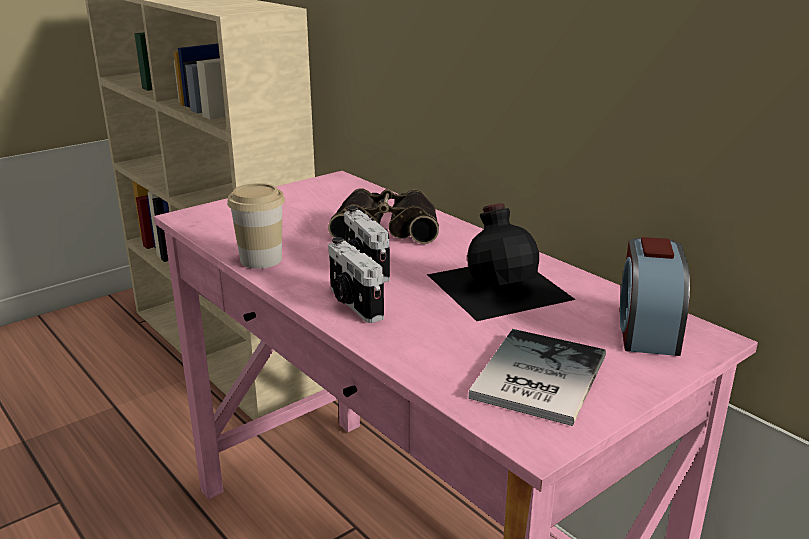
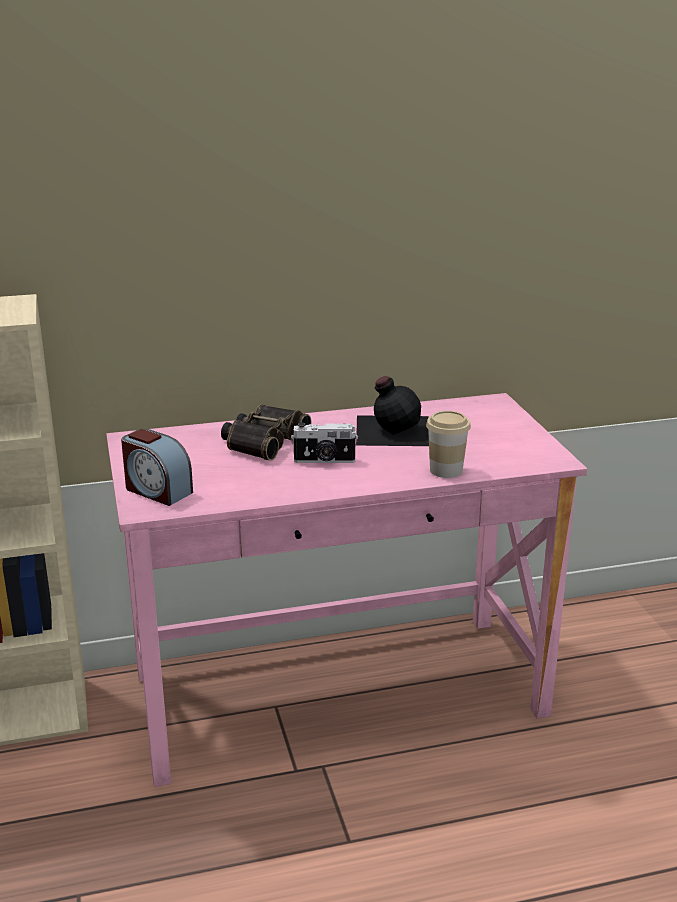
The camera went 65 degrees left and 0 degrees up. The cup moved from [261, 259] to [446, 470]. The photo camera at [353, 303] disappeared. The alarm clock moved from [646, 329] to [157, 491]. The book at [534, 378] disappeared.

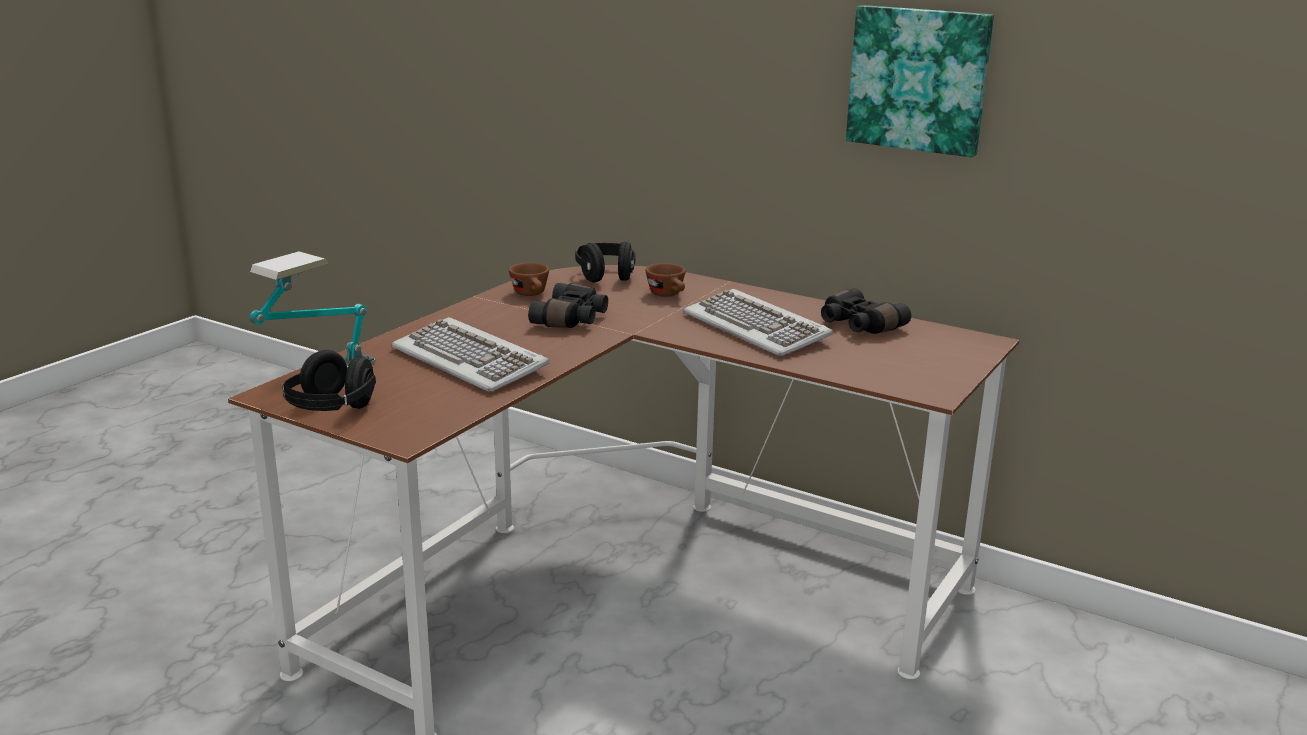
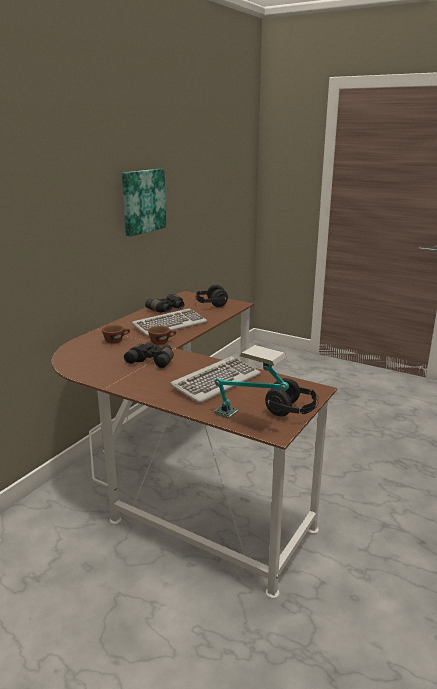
The camera went 90 degrees left and 0 degrees up. The black headphones moved from [606, 276] to [211, 305]. The brown cup moved from [532, 294] to [162, 342].

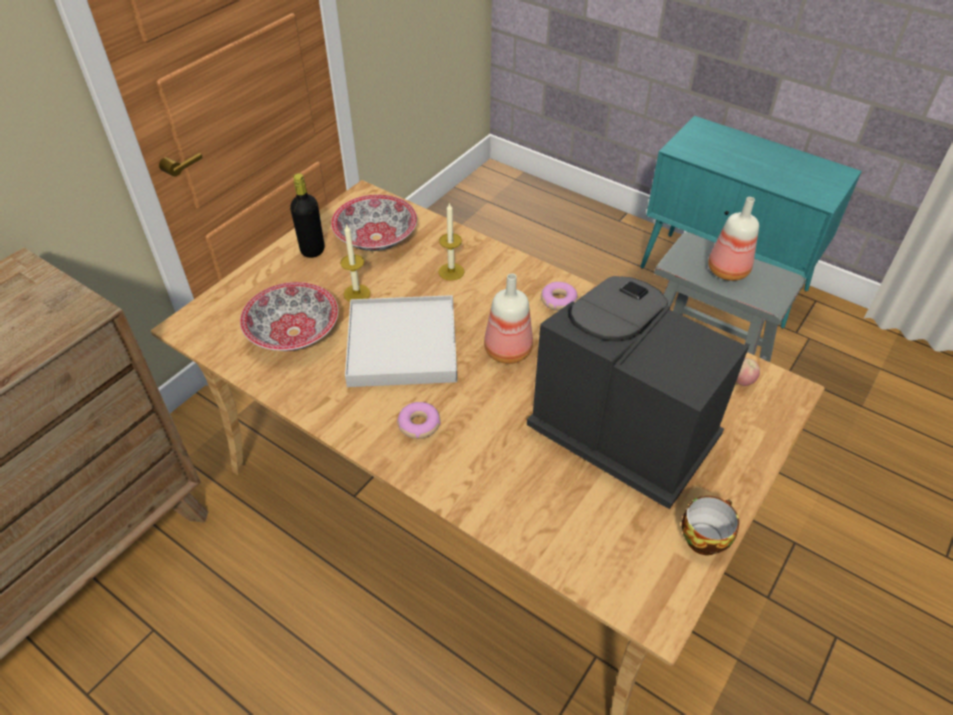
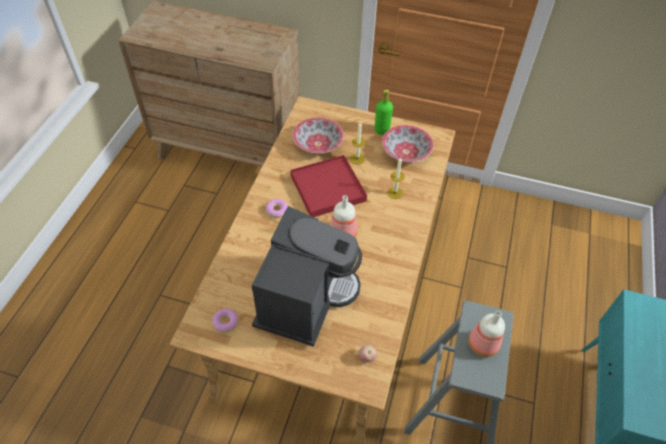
The camera went 70 degrees right and 5 degrees up. The black bottle at [312, 250] became the green bottle at [381, 130]. The donut moved from [558, 301] to [225, 322]. The white tray at [402, 345] became the red tray at [328, 188]. The cup at [704, 536] disappeared.

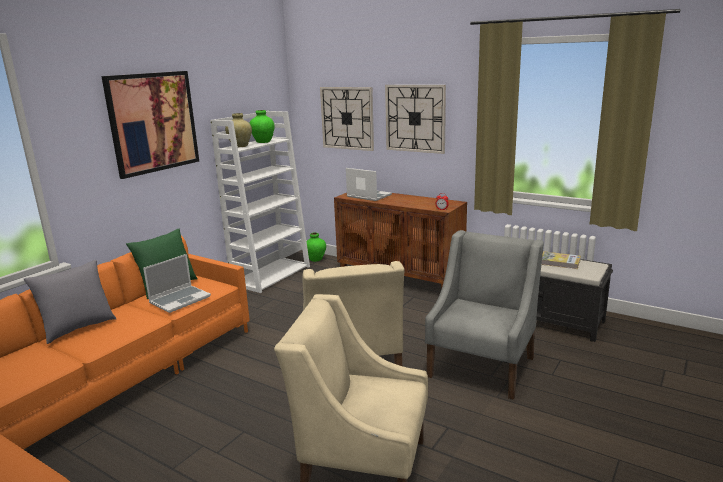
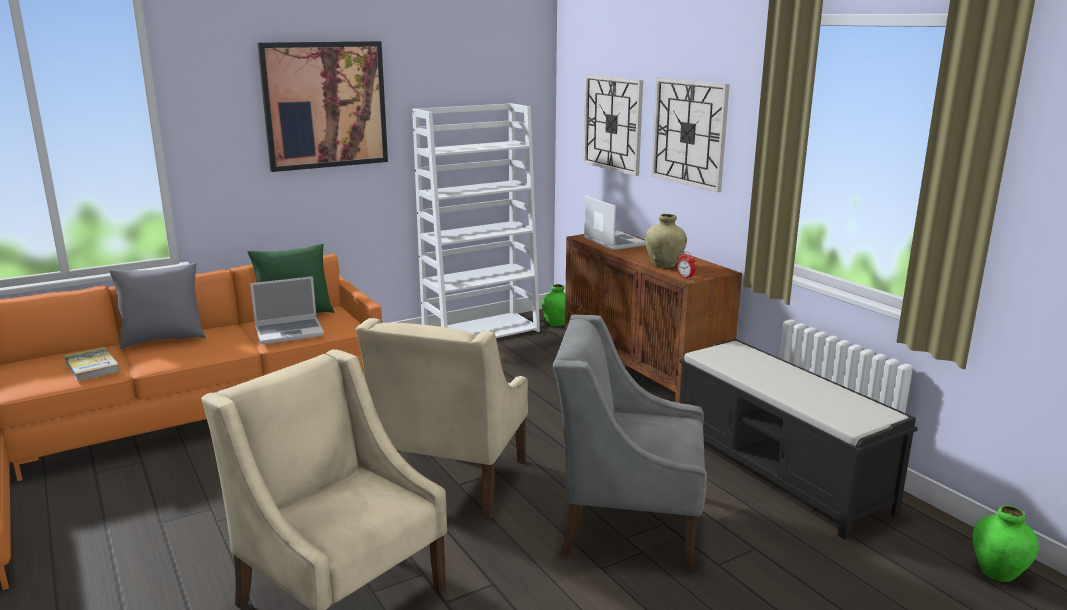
The camera went 25 degrees right and 0 degrees up. The green vase moved from [263, 142] to [997, 572]. The beige vase moved from [240, 146] to [664, 265]. The grey armchair at [482, 366] turned 135 degrees counterclockwise. The book moved from [558, 262] to [92, 367].

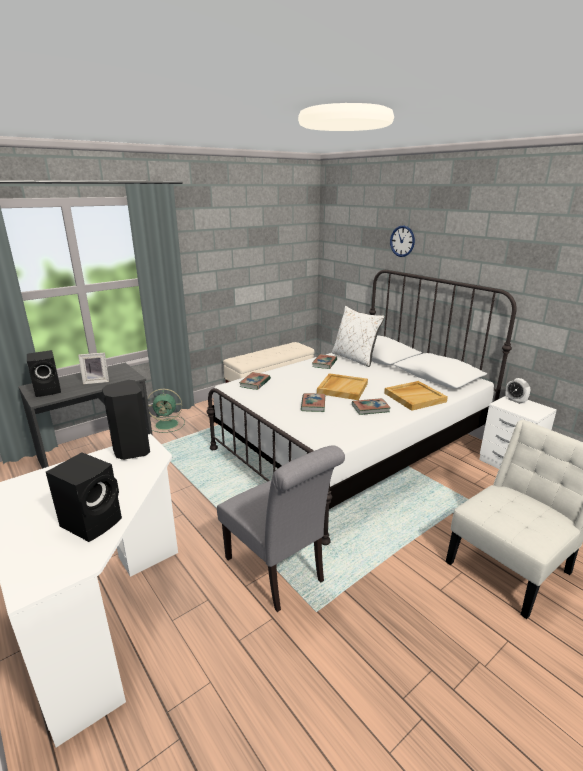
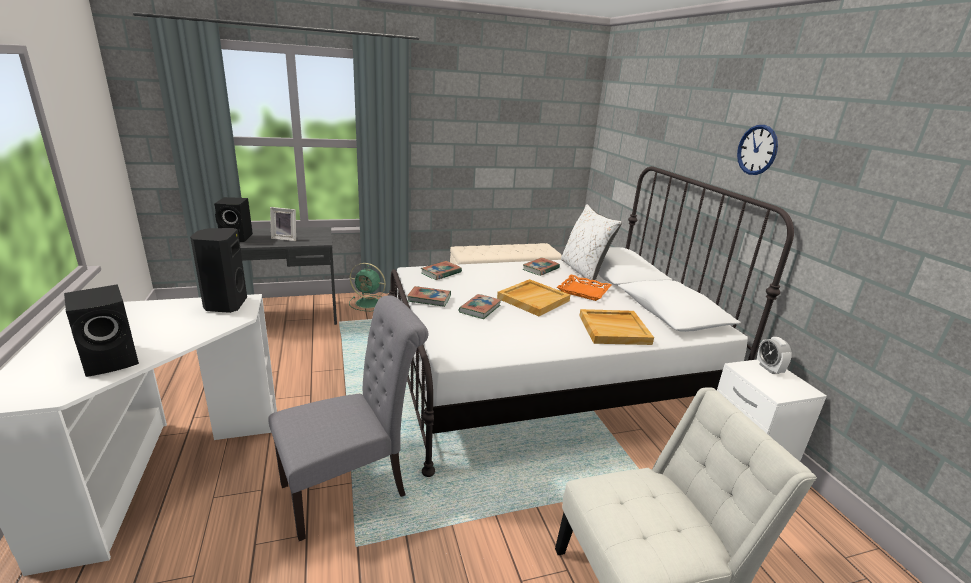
The camera went 20 degrees right and 0 degrees up. The wall clock moved from [402, 241] to [757, 150]. The book moved from [370, 408] to [429, 299]. The grey chair at [278, 572] turned 105 degrees counterclockwise. The orange tray at [584, 291] appeared.

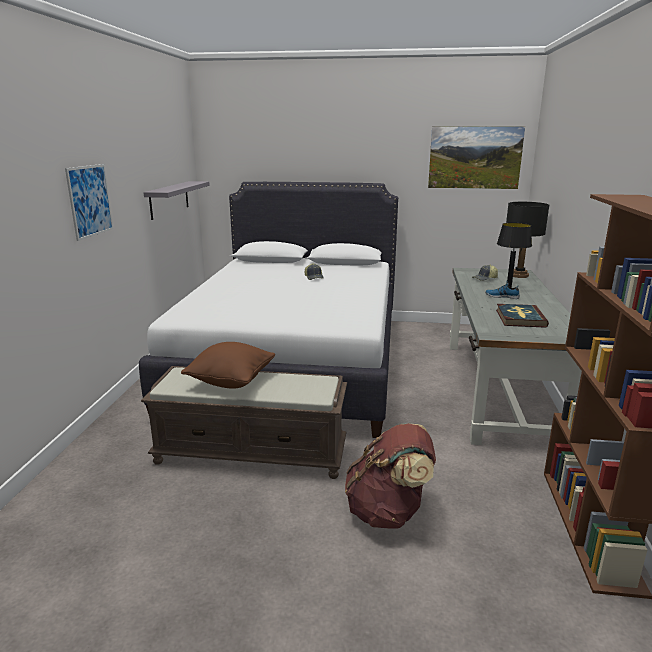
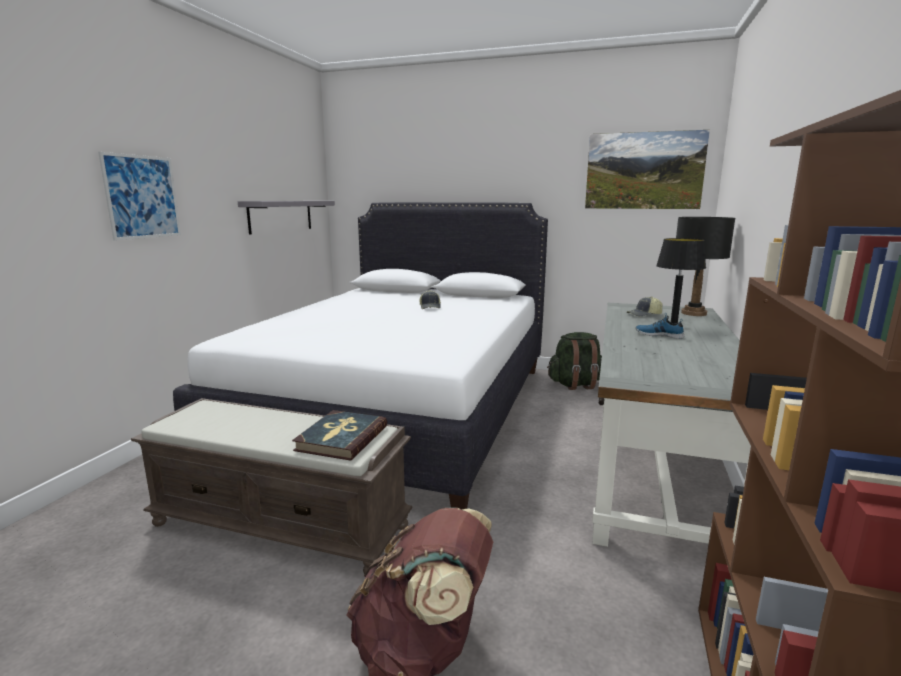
The camera went 10 degrees right and 5 degrees down. The book moved from [520, 318] to [341, 438]. The brown pillow at [231, 381] disappeared. The green backpack at [576, 385] appeared.

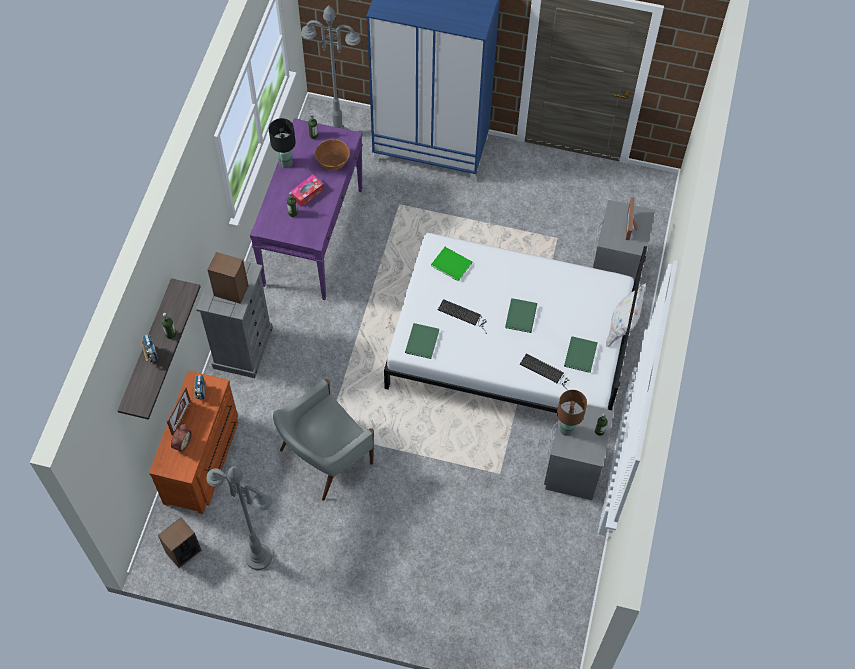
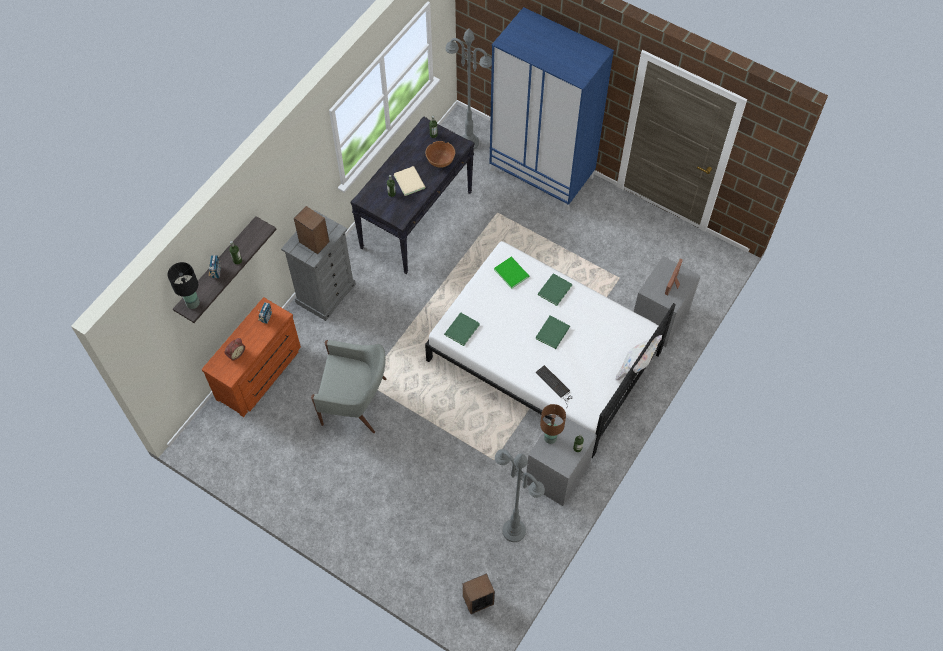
The camera went 20 degrees right and 0 degrees up. The purple console table at [313, 236] became the black console table at [416, 219]. The black table lamp moved from [286, 163] to [192, 303]. The tissue box at [307, 193] was replaced by the beige book at [409, 180]. The keyboard at [463, 315] disappeared. The green book moved from [579, 356] to [553, 290]. The grey armchair at [324, 458] turned 150 degrees counterclockwise. The picture frame at [181, 418] disappeared. The grey floor lamp moved from [258, 557] to [513, 530]. The speaker moved from [183, 551] to [478, 600].

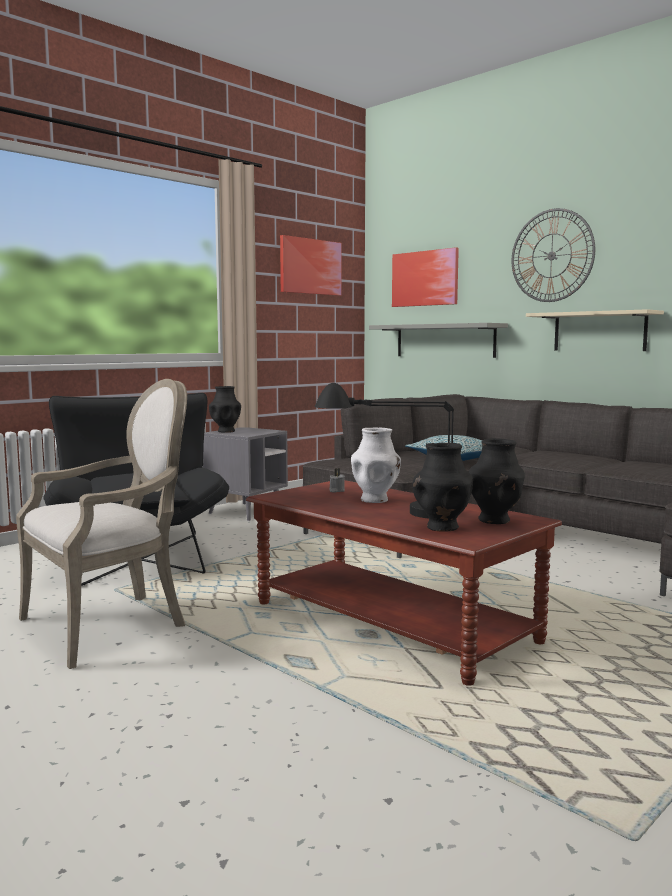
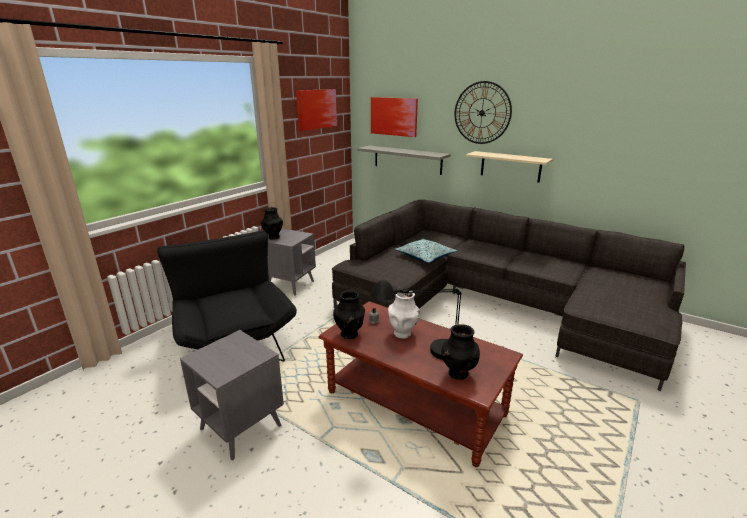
The camera went 10 degrees left and 15 degrees up. The armchair at [112, 624] was replaced by the grey side table at [241, 427]. The black vase moved from [495, 520] to [349, 334].

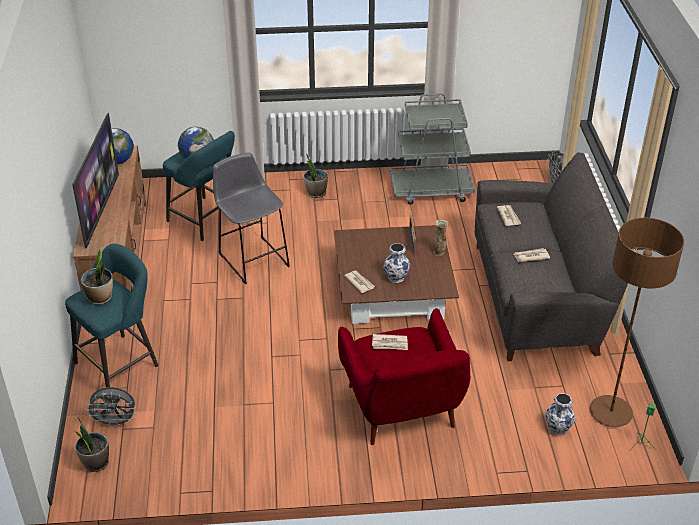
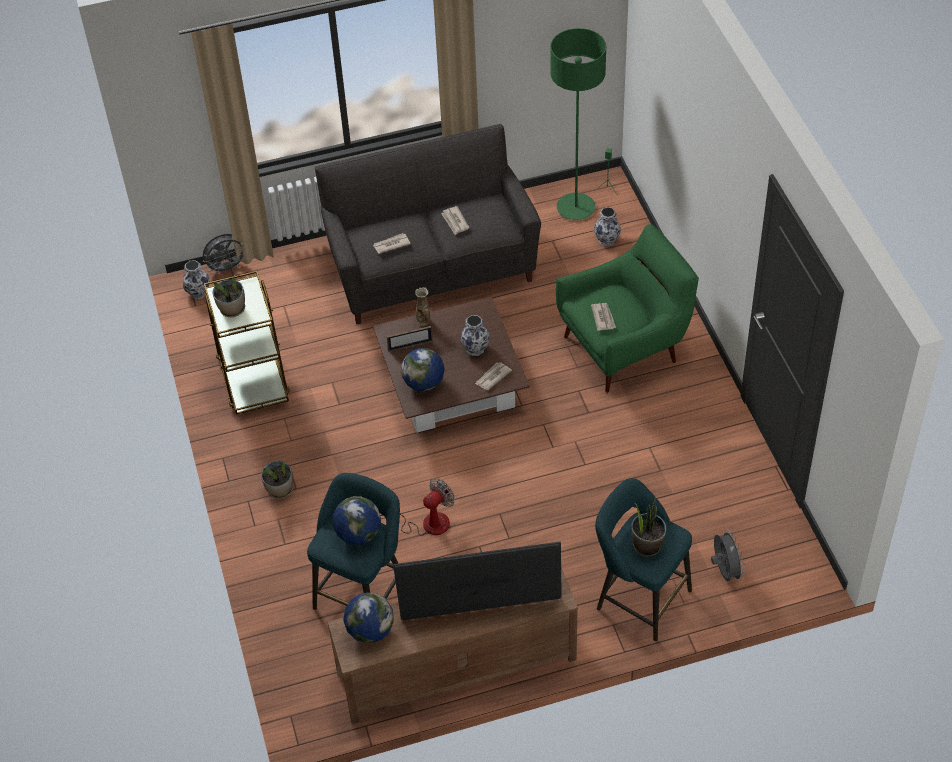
The camera went 100 degrees left and 10 degrees up. The grey cart at [431, 190] became the brown cart at [253, 378]. The grey stool at [252, 258] was replaced by the fan at [426, 523]. The brown floor lamp at [610, 412] became the green floor lamp at [576, 208]. The red armchair at [402, 411] became the green armchair at [625, 347]. The potted plant moved from [95, 463] to [232, 309]. The vase at [198, 292] appeared. The globe at [424, 383] appeared.

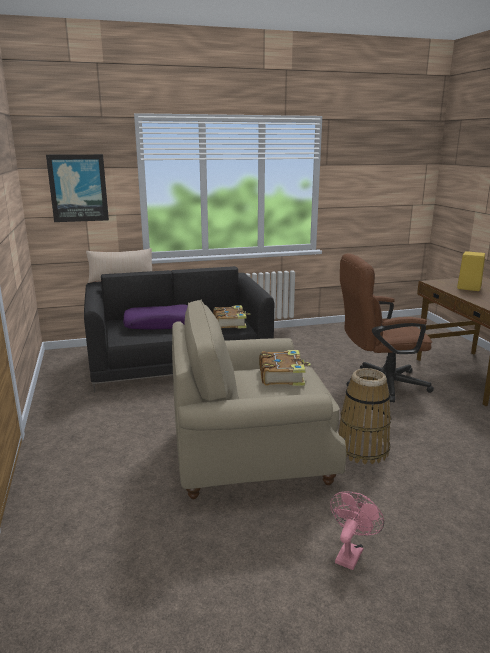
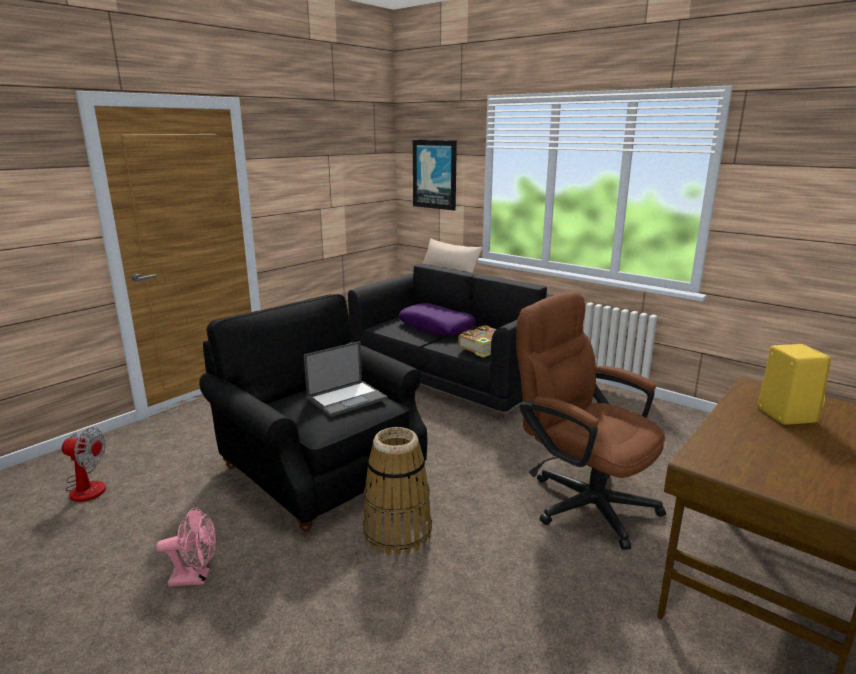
The camera went 55 degrees right and 0 degrees up. The beige armchair at [250, 456] became the black armchair at [320, 470]. The book at [282, 375] was replaced by the laptop at [347, 398]. The fan at [87, 486] appeared.

